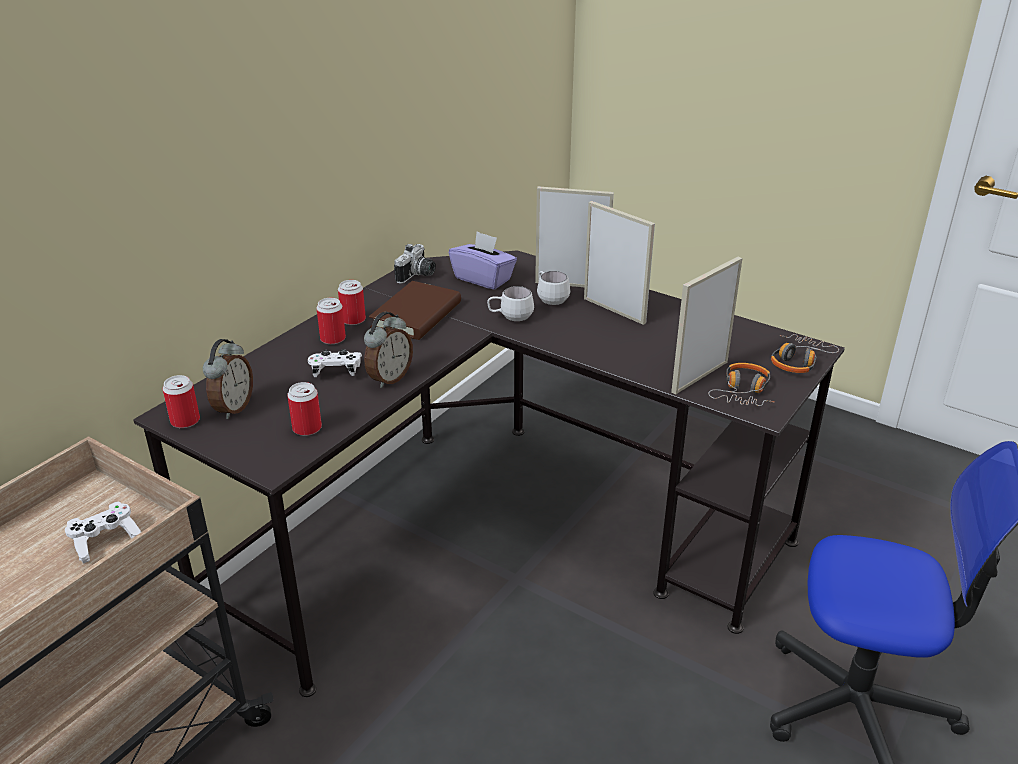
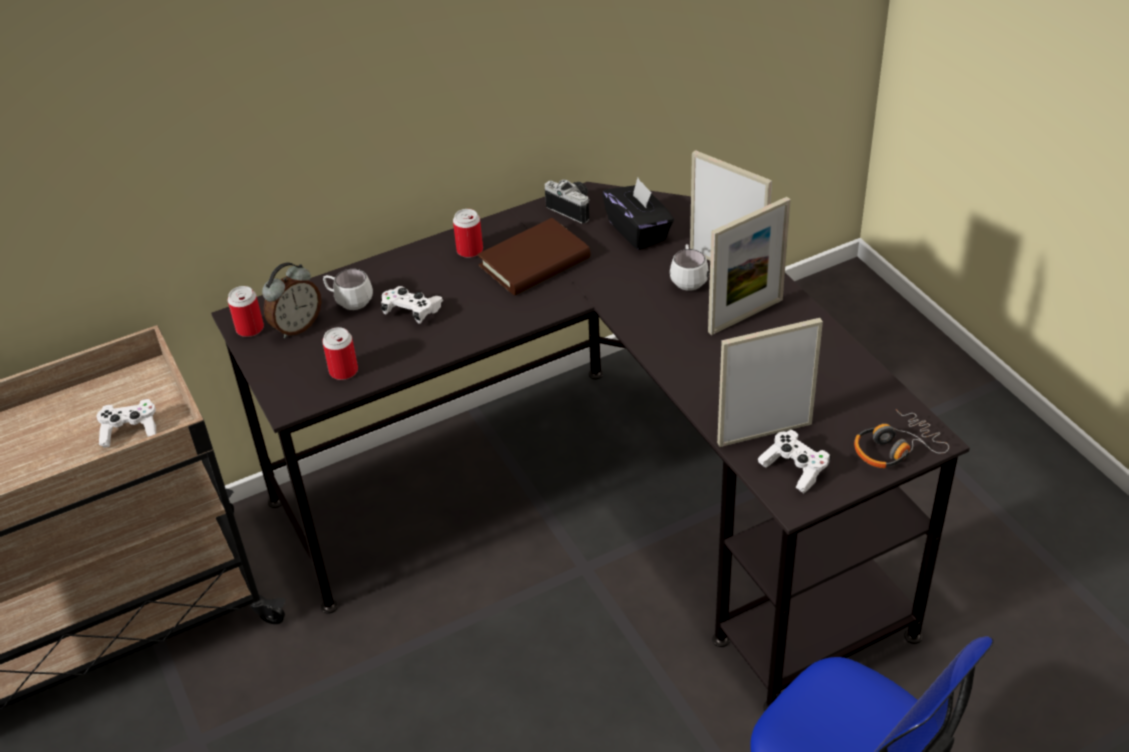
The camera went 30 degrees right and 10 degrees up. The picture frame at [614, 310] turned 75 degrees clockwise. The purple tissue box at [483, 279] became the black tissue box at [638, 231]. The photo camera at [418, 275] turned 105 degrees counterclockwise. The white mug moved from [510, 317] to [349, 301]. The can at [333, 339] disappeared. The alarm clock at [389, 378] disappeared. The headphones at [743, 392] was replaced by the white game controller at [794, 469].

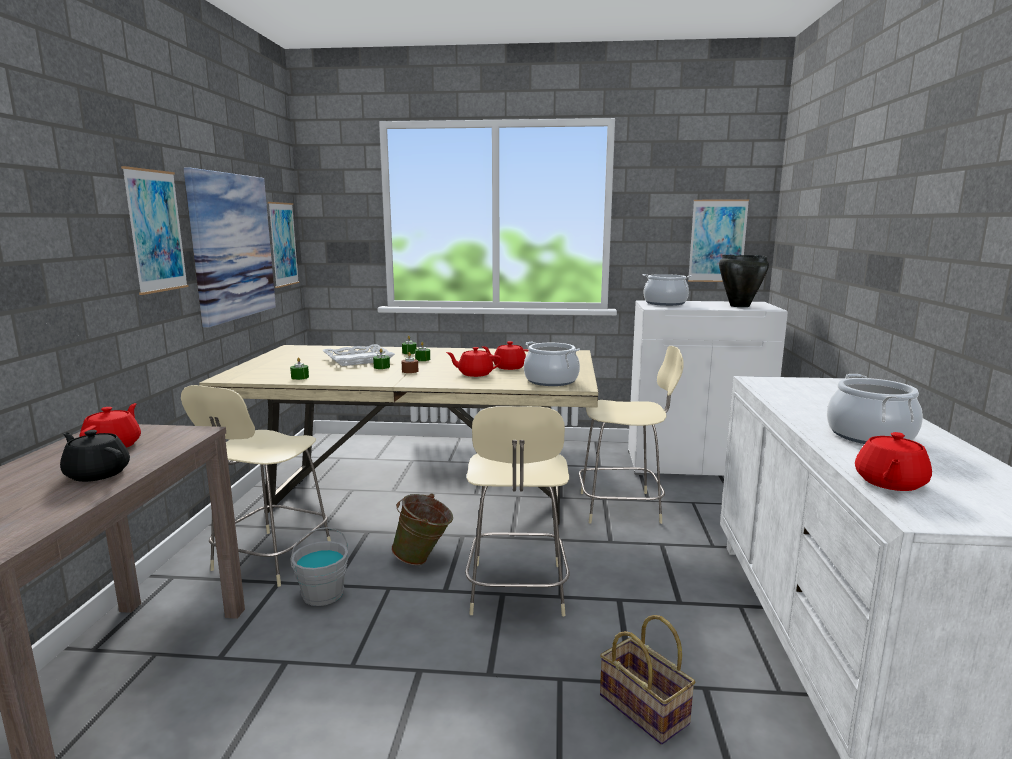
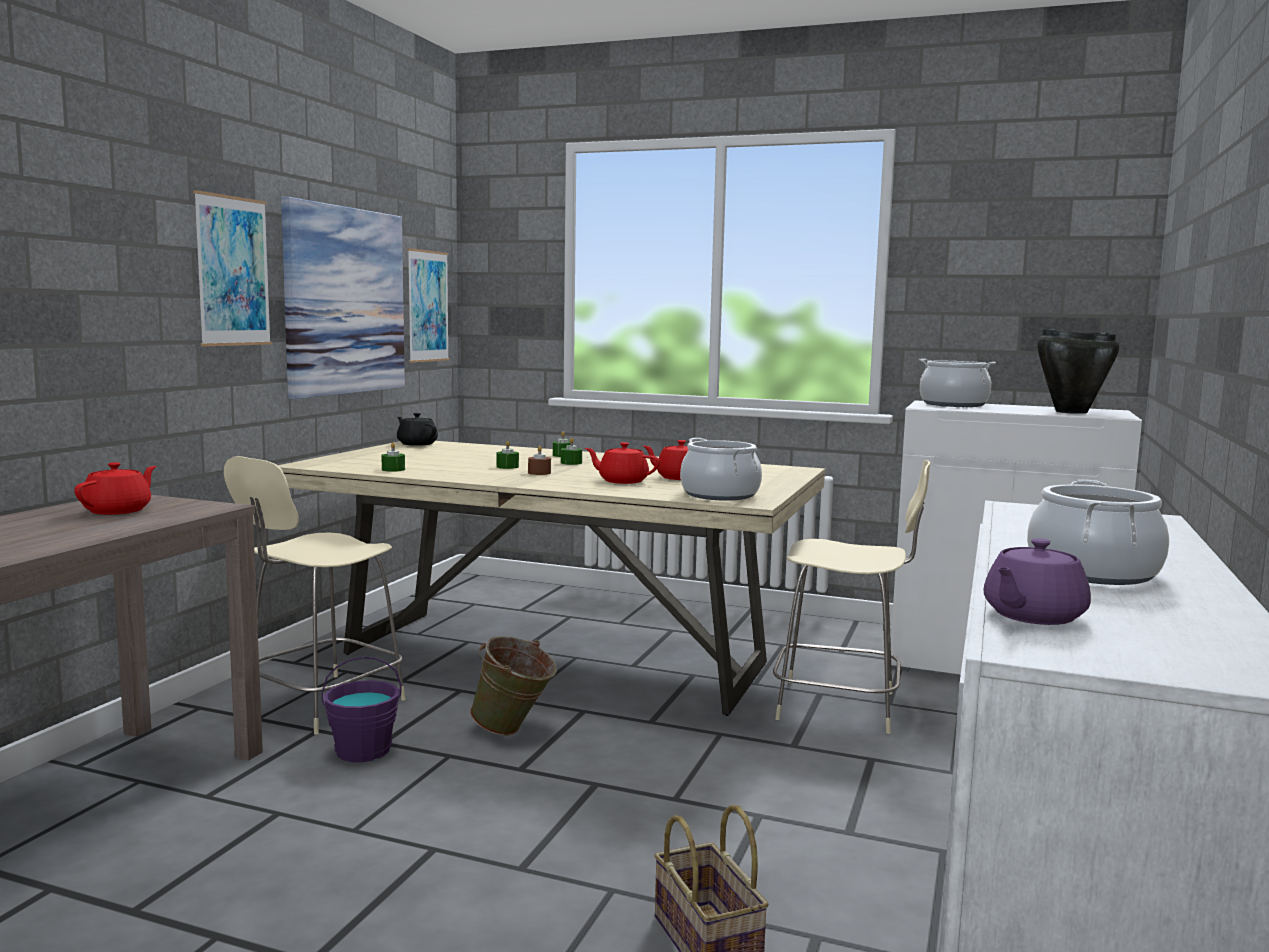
The camera went 15 degrees right and 5 degrees down. The picture at [717, 241] disappeared. The white tray at [358, 359] disappeared. The beige chair at [517, 591] disappeared. The black teapot moved from [97, 473] to [417, 444]. The red teapot at [889, 483] became the purple teapot at [1032, 616]. The grey bucket at [323, 594] became the purple bucket at [363, 750].

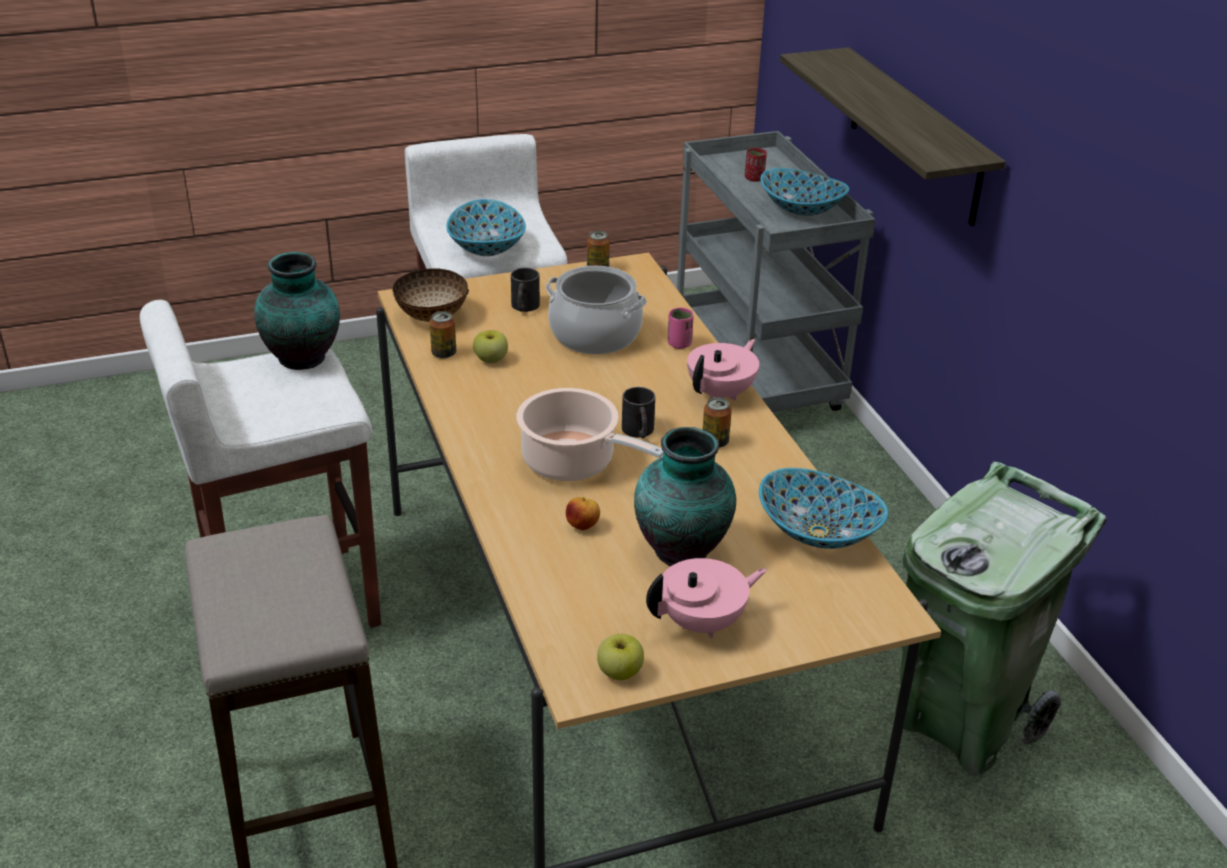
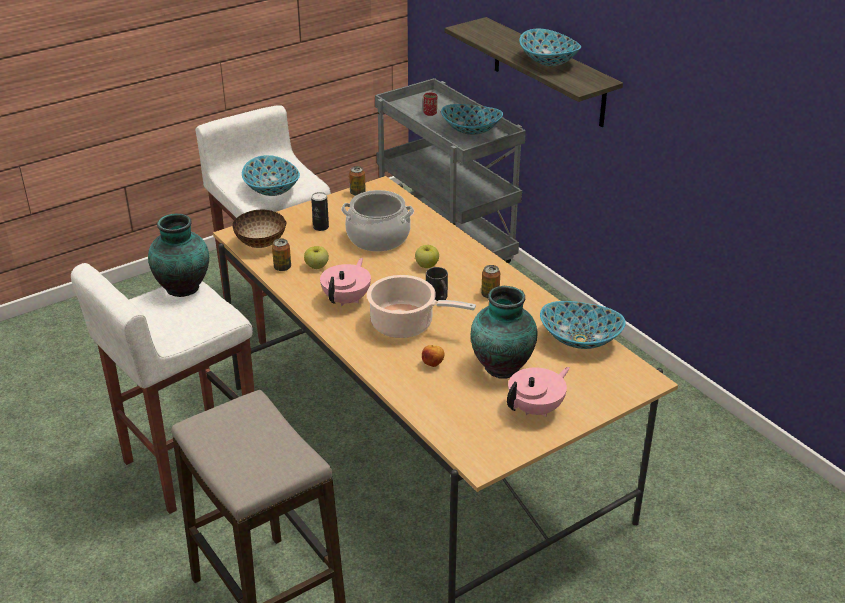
The camera went 15 degrees left and 0 degrees up. The black mug at [524, 307] was replaced by the can at [321, 227]. The pink cup at [679, 344] disappeared. The pink teapot moved from [722, 393] to [347, 299]. The green trash can at [961, 722] disappeared. The apple moved from [619, 672] to [426, 265]. The bowl at [549, 61] appeared.

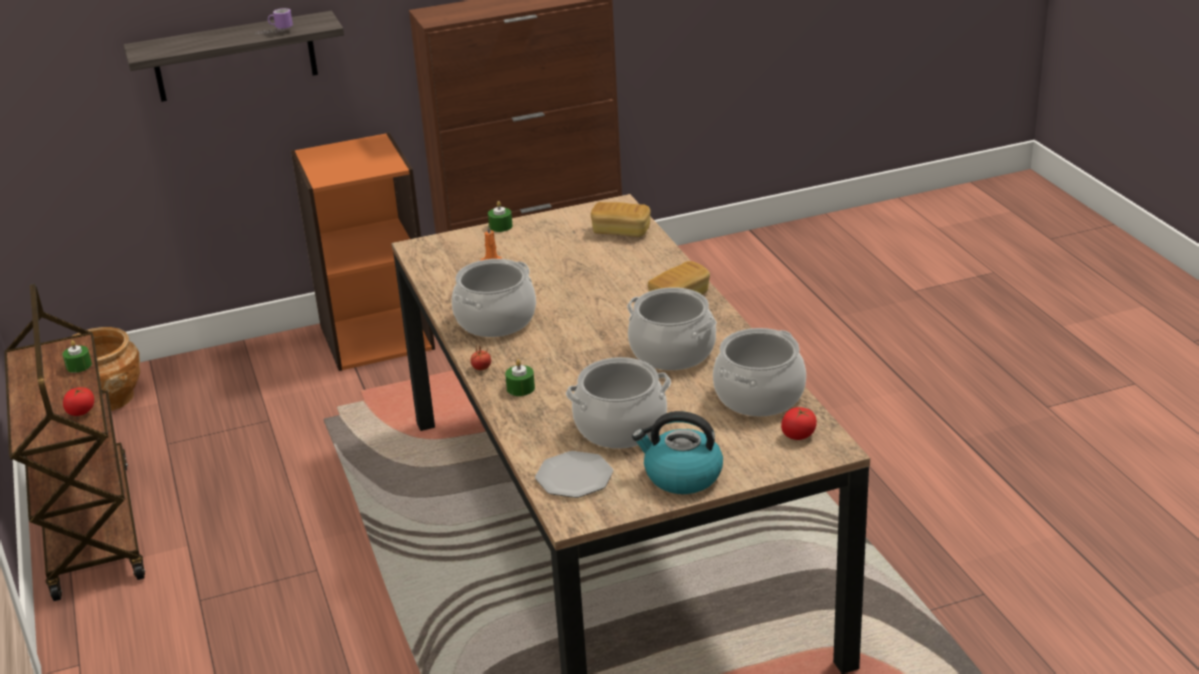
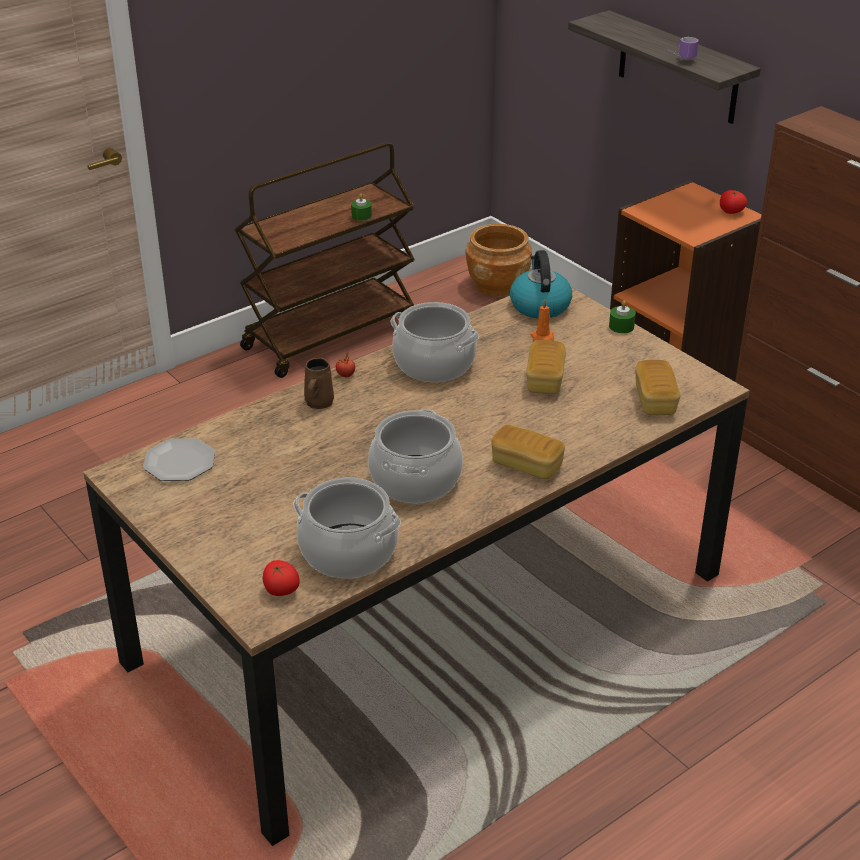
The camera went 70 degrees right and 5 degrees up. The cooking pot at [620, 427] disappeared. The green candle at [520, 388] was replaced by the brown mug at [318, 403]. The tomato moved from [81, 411] to [731, 211]. The kettle moved from [681, 476] to [539, 305]. The bread at [545, 380] appeared.

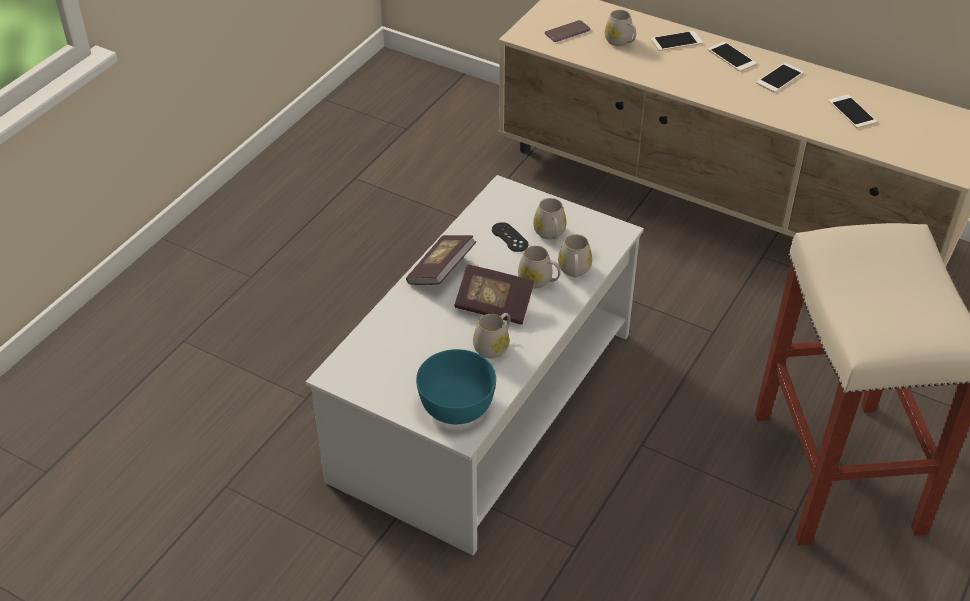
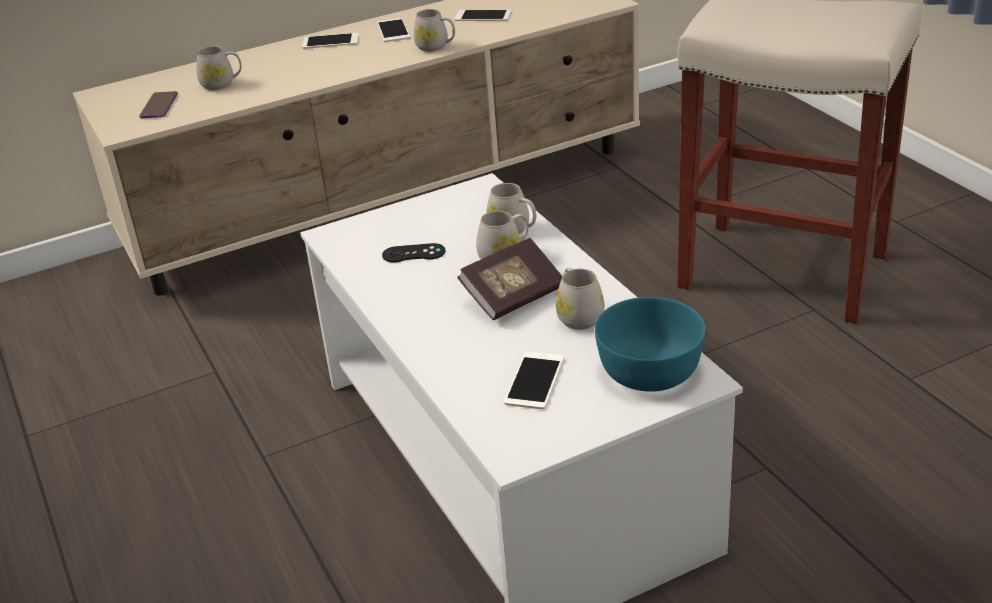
The camera went 55 degrees left and 10 degrees down. The phone moved from [676, 41] to [534, 380]. The white mug moved from [550, 234] to [436, 47]. The book at [441, 271] disappeared.

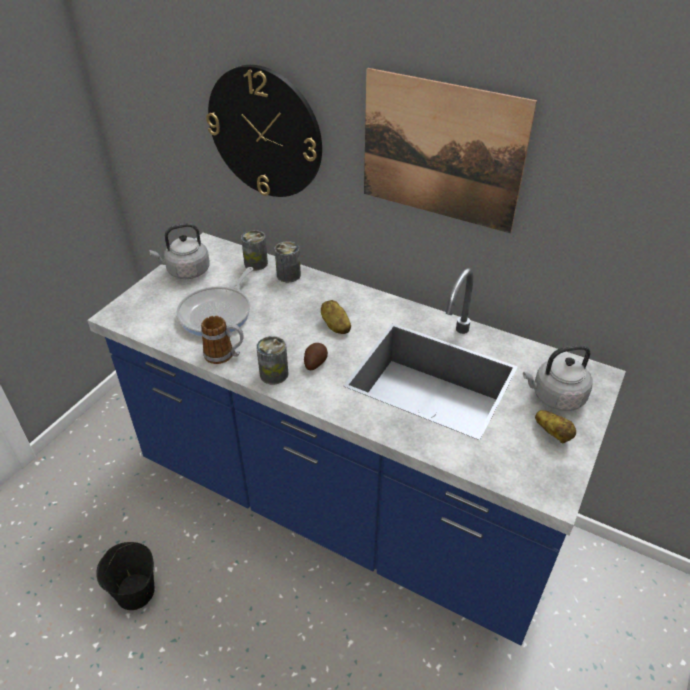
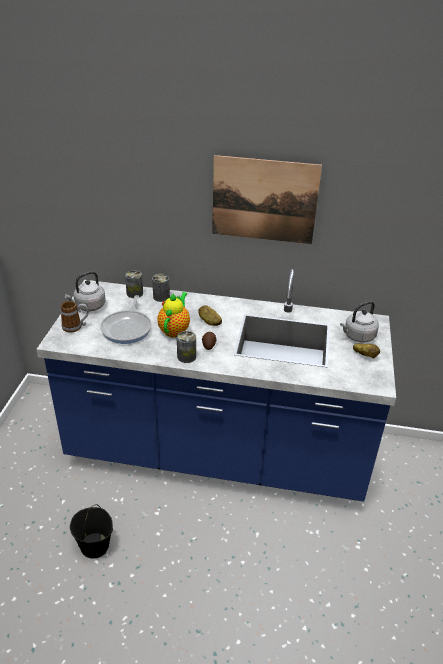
The camera went 20 degrees left and 5 degrees down. The wall clock at [265, 133] disappeared. The mug moved from [225, 355] to [76, 327]. The teapot at [175, 330] appeared.

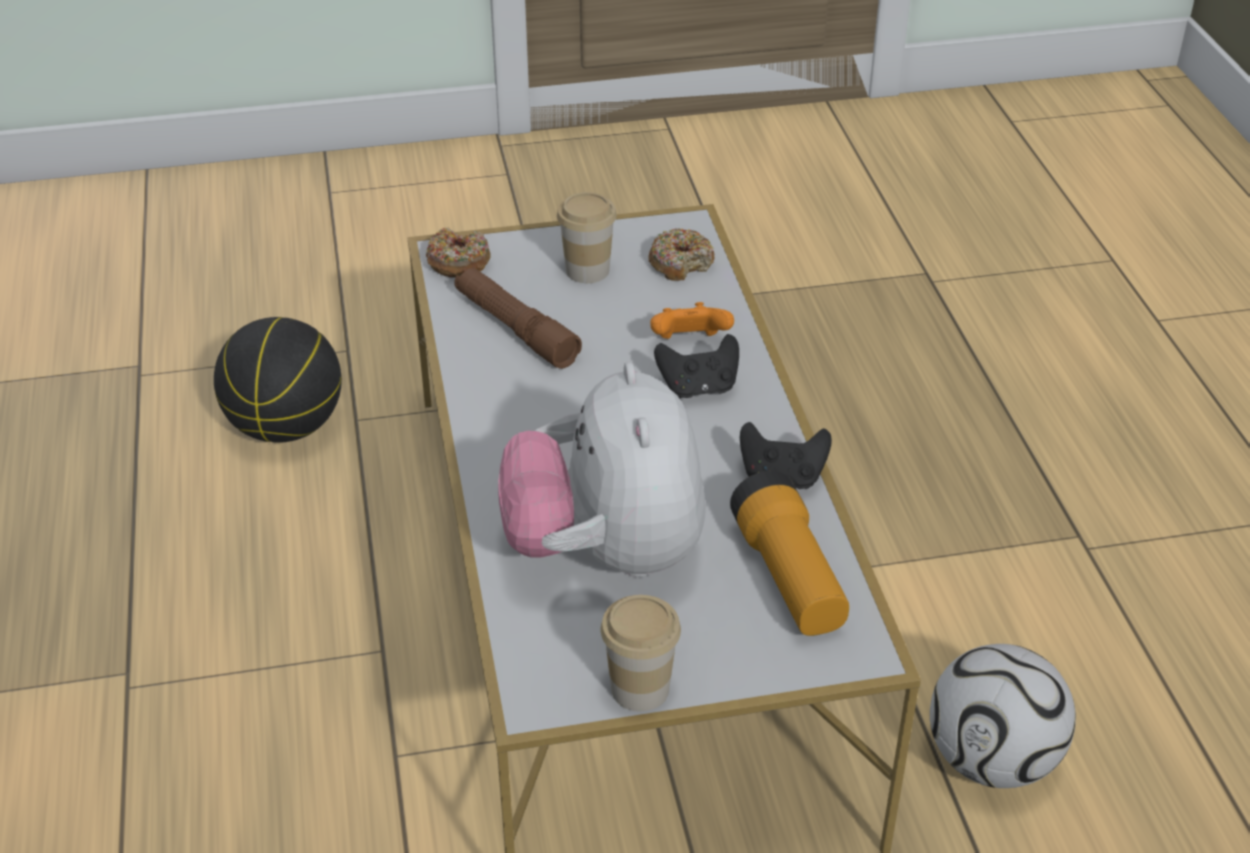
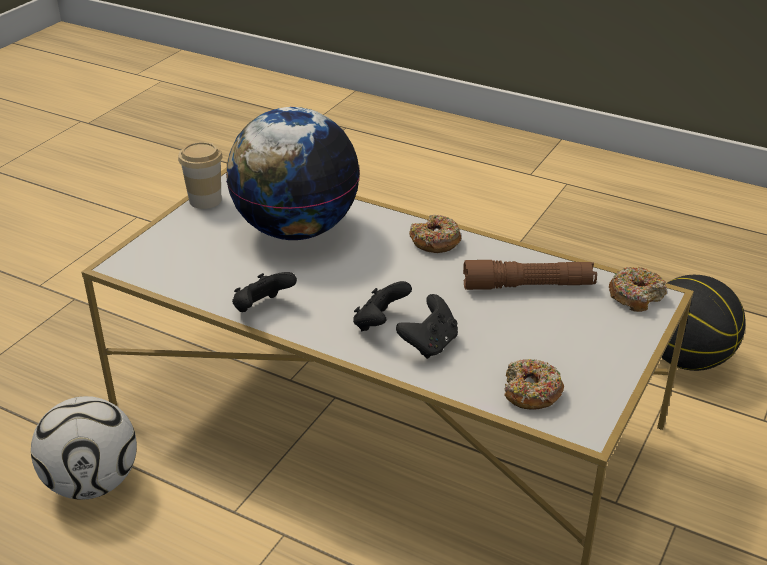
The camera went 130 degrees right and 5 degrees down. The cup at [587, 270] disappeared. The orange game controller at [689, 343] became the black game controller at [429, 344]. The plush toy at [606, 552] was replaced by the globe at [295, 229]. The flashlight at [789, 577] disappeared. The donut at [435, 241] appeared.

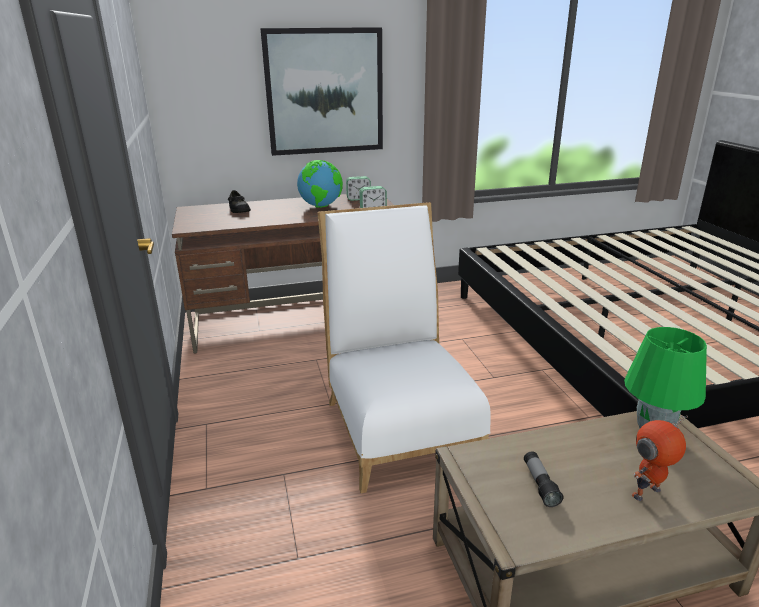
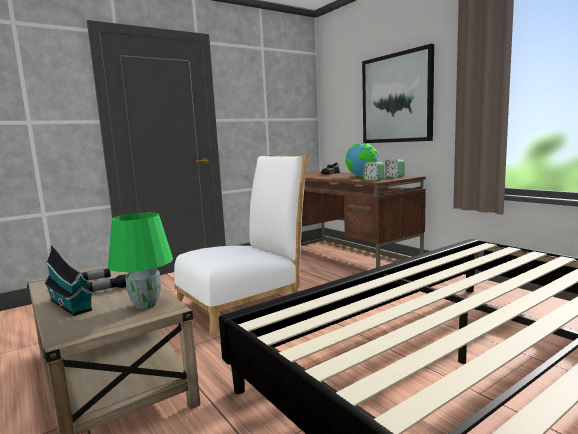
The camera went 70 degrees right and 15 degrees down. The toy robot at [647, 494] was replaced by the toy house at [71, 306]. The flashlight at [108, 290] appeared.

